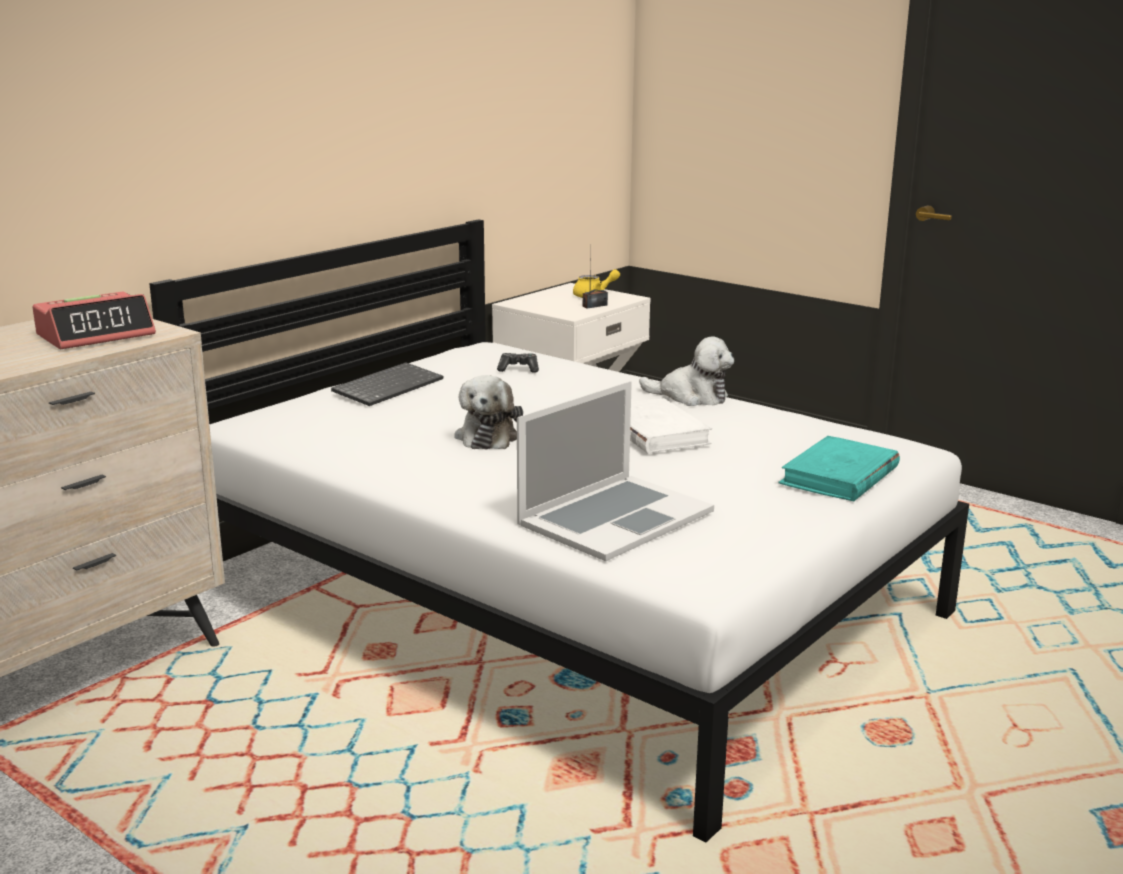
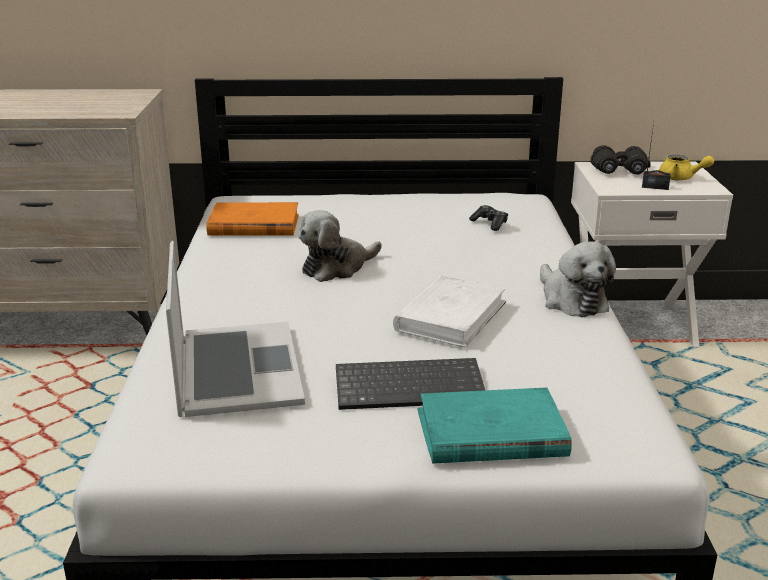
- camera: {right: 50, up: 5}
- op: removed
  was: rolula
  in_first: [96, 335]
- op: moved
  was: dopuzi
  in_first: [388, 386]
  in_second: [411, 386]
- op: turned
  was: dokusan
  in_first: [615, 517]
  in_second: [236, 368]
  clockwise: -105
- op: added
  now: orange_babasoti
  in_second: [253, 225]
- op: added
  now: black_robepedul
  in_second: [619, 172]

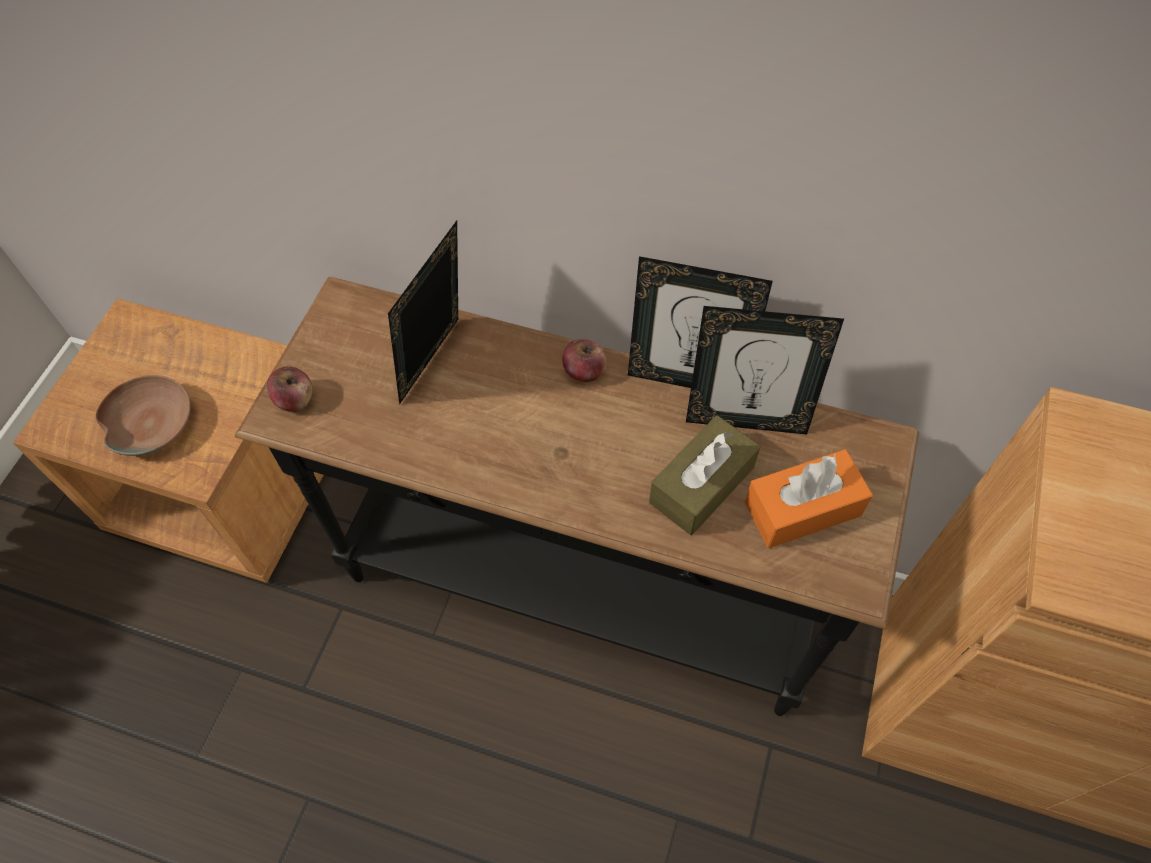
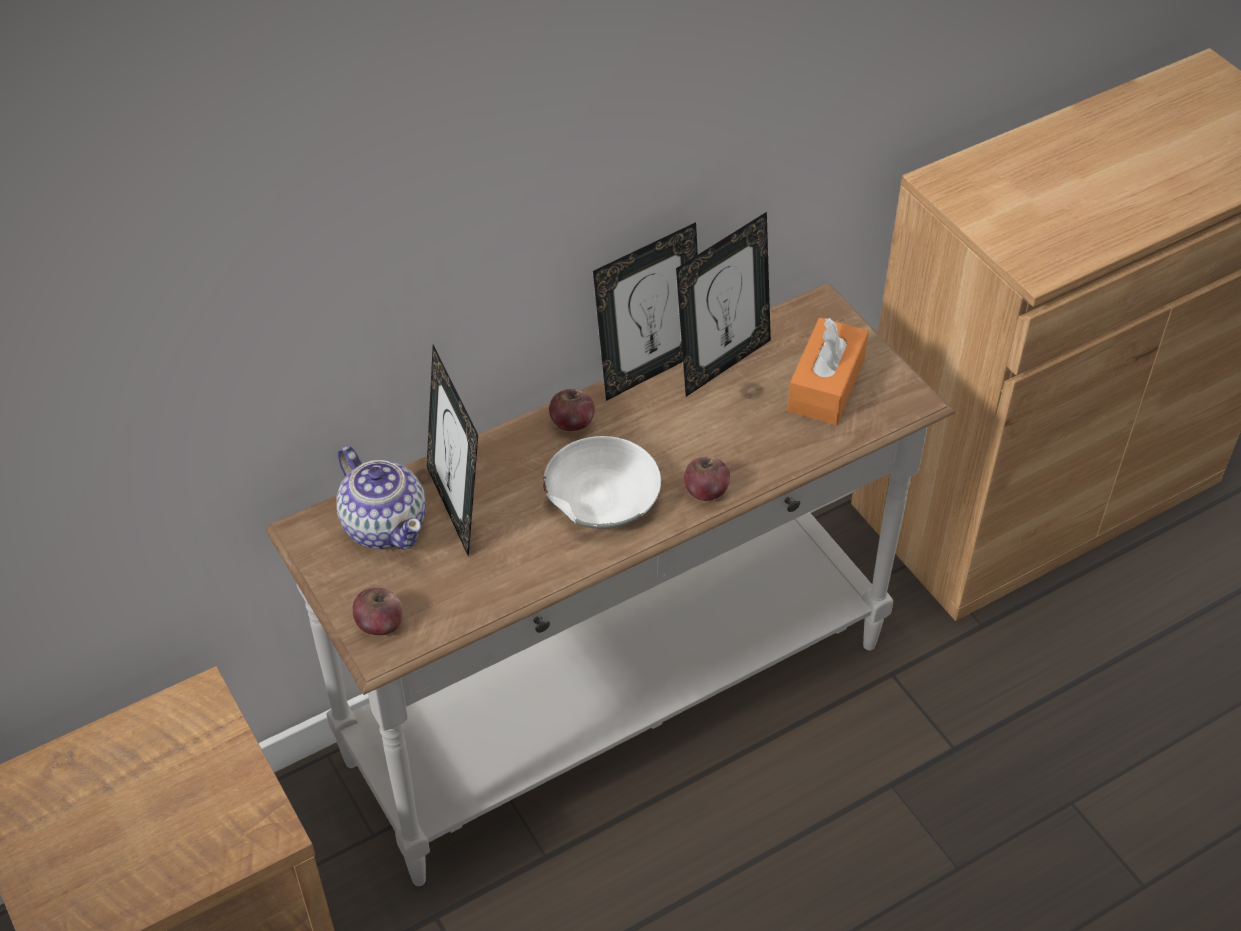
- camera: {right: -50, up: -10}
- op: removed
  was: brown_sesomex
  in_first: [151, 423]
- op: recoloured
  was: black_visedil
  now: white_visedil
  in_first: [578, 589]
  in_second: [620, 707]
- op: removed
  was: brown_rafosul
  in_first: [701, 485]
- op: added
  now: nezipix
  in_second: [385, 524]
- op: added
  now: white_sesomex
  in_second: [601, 495]
- op: added
  now: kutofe
  in_second: [706, 491]

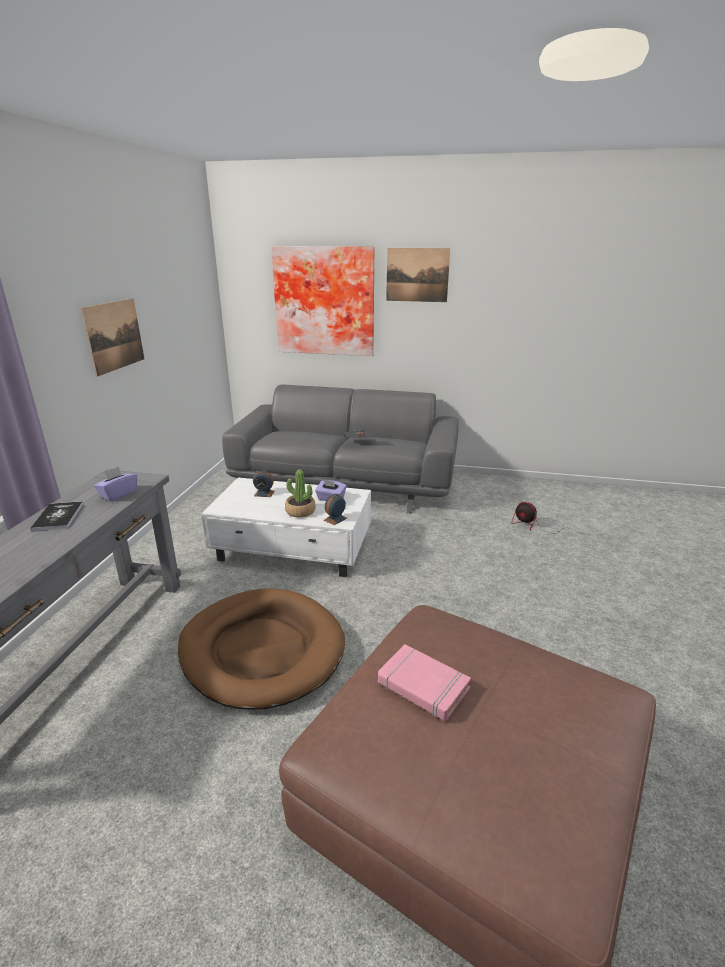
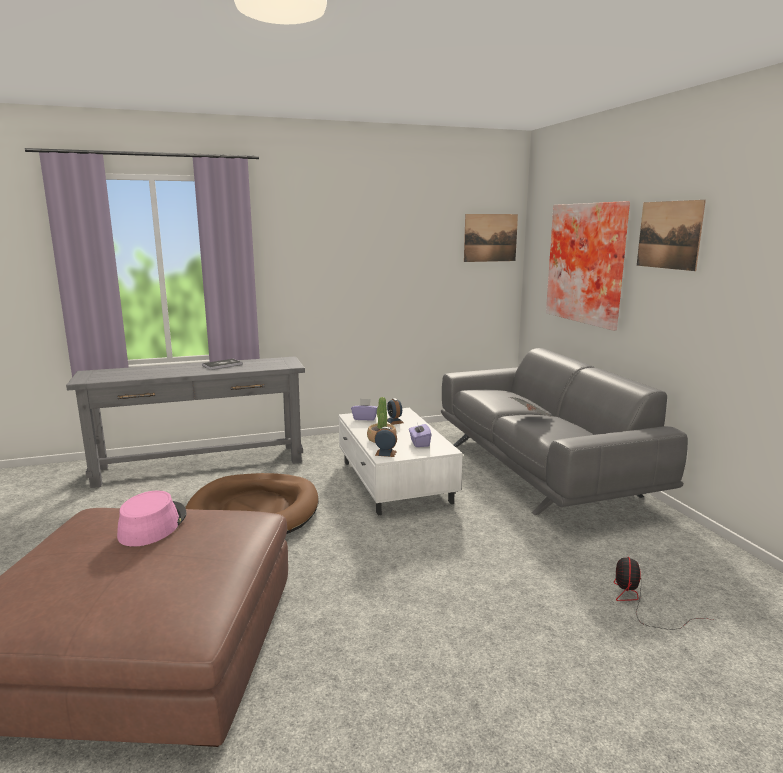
- camera: {right: 60, up: -10}
- op: moved
  was: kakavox
  in_first: [115, 335]
  in_second: [490, 238]
- op: moved
  was: purple_rafosul
  in_first: [118, 494]
  in_second: [365, 418]
- op: replaced
  was: pink_babasoti
  now: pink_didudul
  in_first: [422, 686]
  in_second: [152, 525]

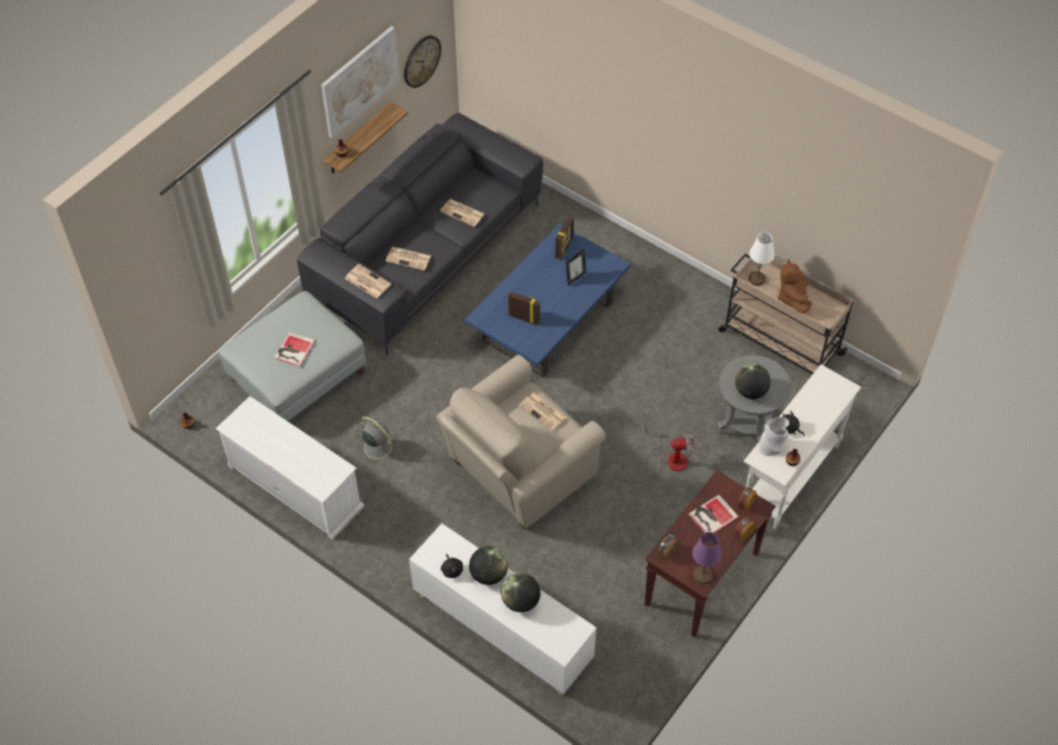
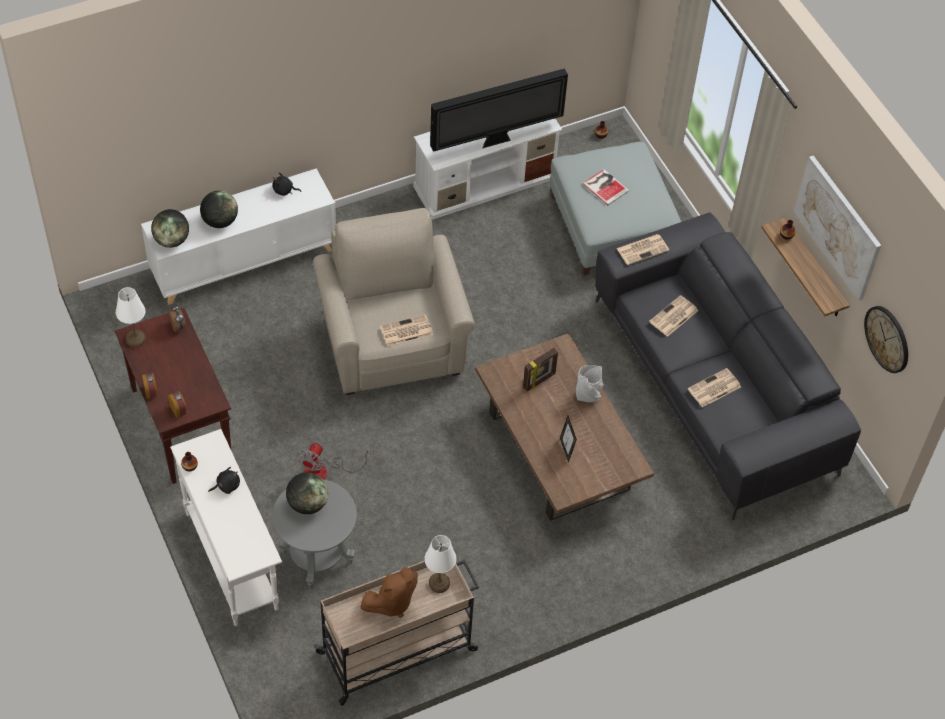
- camera: {right: 115, up: 0}
- op: removed
  was: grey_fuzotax
  in_first: [376, 447]
- op: recoloured
  was: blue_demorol
  now: brown_demorol
  in_first: [548, 320]
  in_second: [560, 451]
- op: moved
  was: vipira
  in_first: [489, 575]
  in_second: [171, 240]
- op: removed
  was: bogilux
  in_first: [564, 248]
- op: removed
  was: babasoti
  in_first: [711, 515]
- op: recoloured
  was: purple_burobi
  now: white_burobi
  in_first: [702, 575]
  in_second: [136, 339]
- op: moved
  was: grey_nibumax
  in_first: [772, 446]
  in_second: [588, 395]
- op: turned
  was: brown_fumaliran
  in_first: [793, 298]
  in_second: [391, 603]
  clockwise: 120
- op: added
  now: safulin
  in_second: [497, 140]

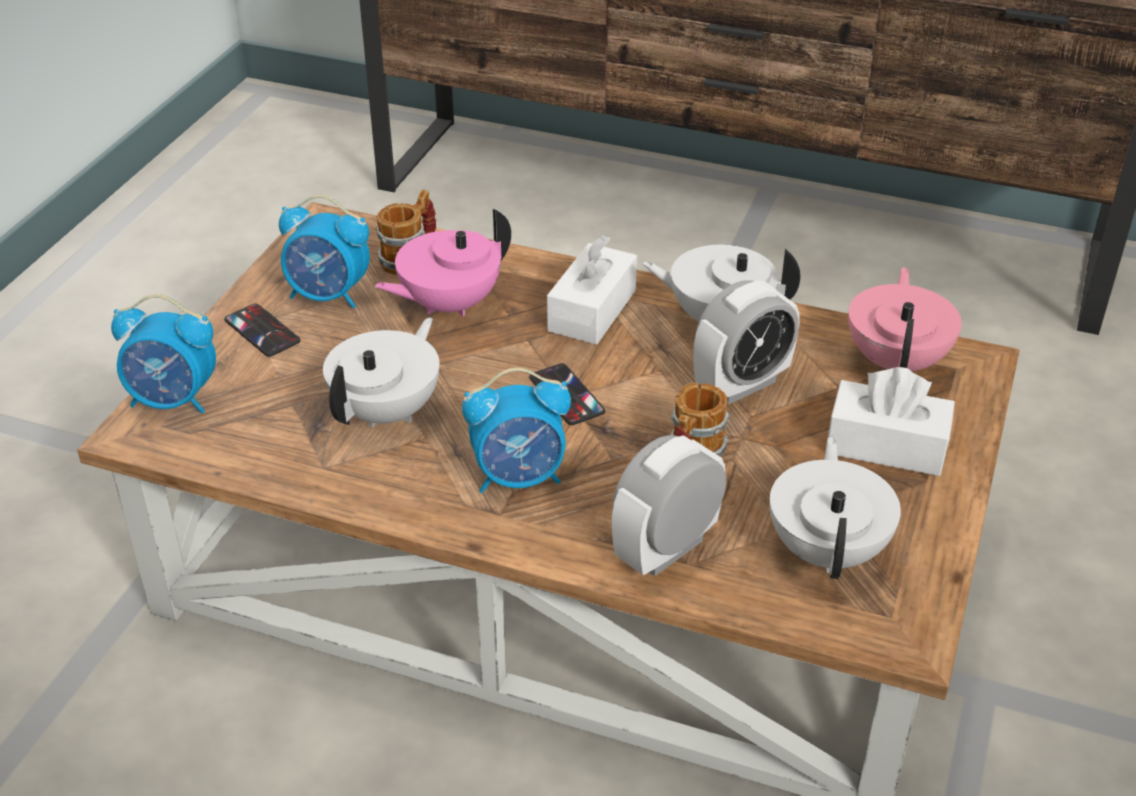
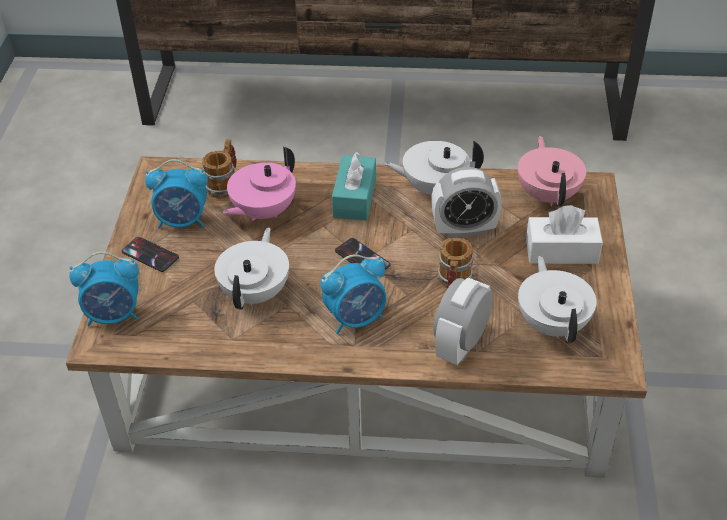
- camera: {right: -15, up: 5}
- op: recoloured
  was: white_rafosul
  now: turquoise_rafosul
  in_first: [592, 310]
  in_second: [354, 198]
- op: turned
  was: rolula
  in_first: [741, 385]
  in_second: [464, 229]
  clockwise: 45

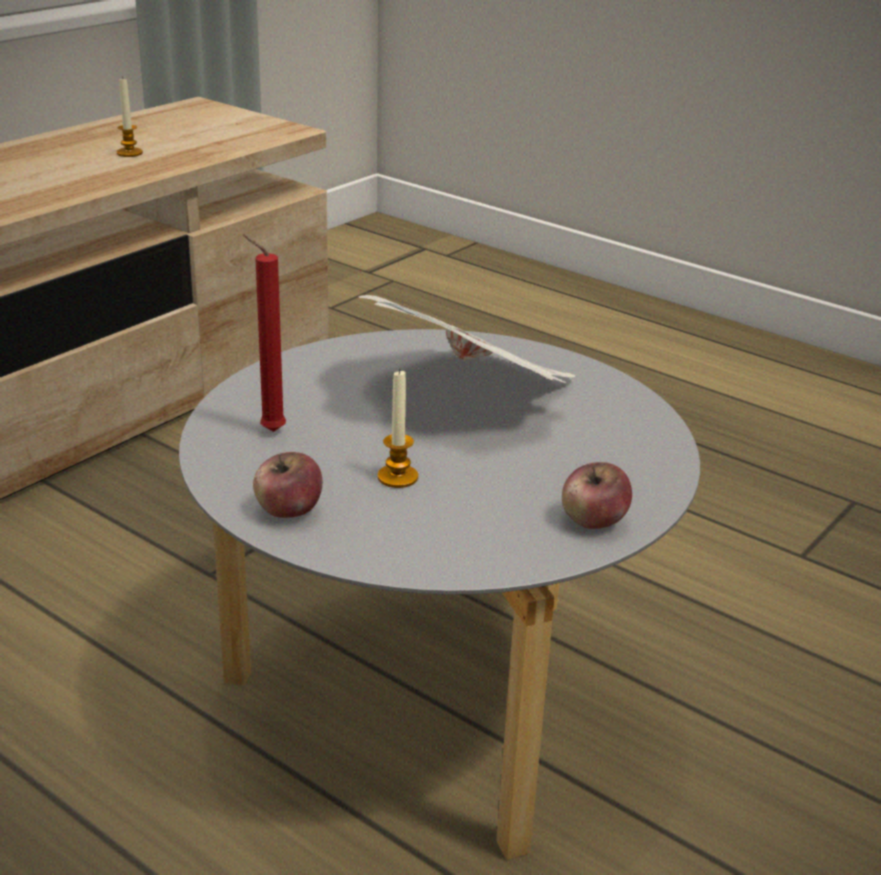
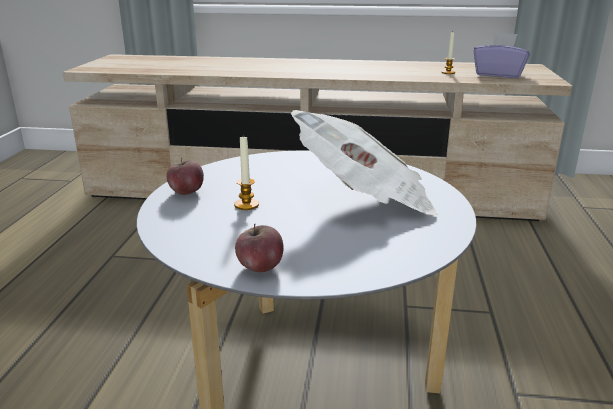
- camera: {right: 60, up: -5}
- op: removed
  was: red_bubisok
  in_first: [269, 431]
- op: added
  now: purple_rafosul
  in_second: [499, 74]

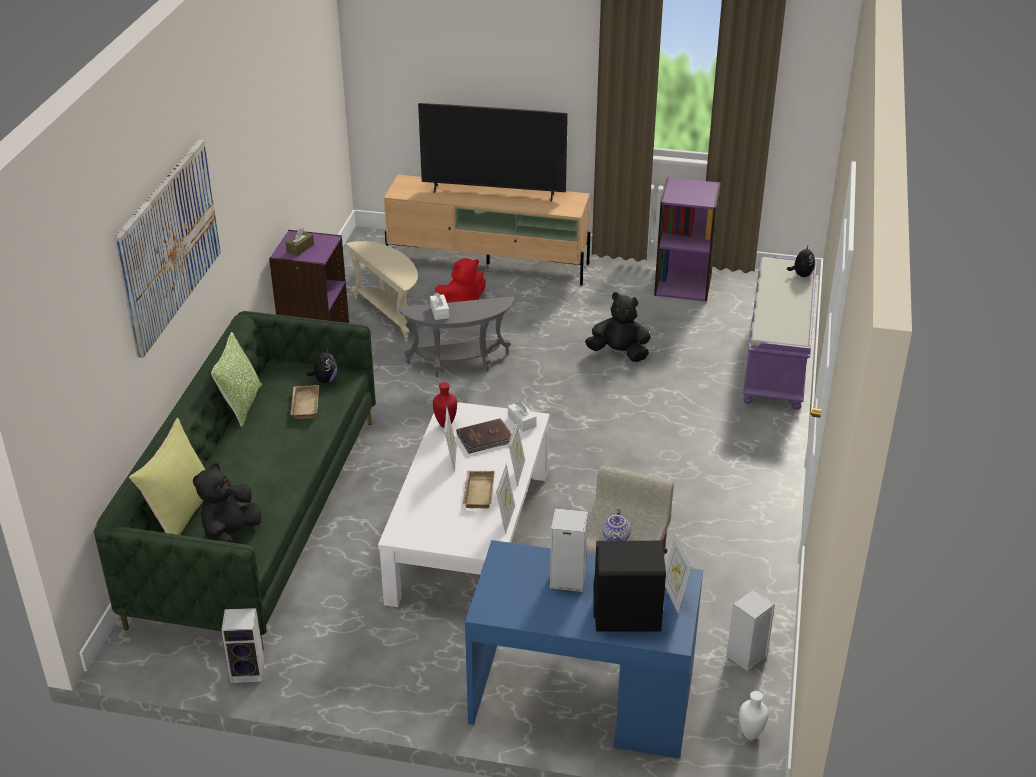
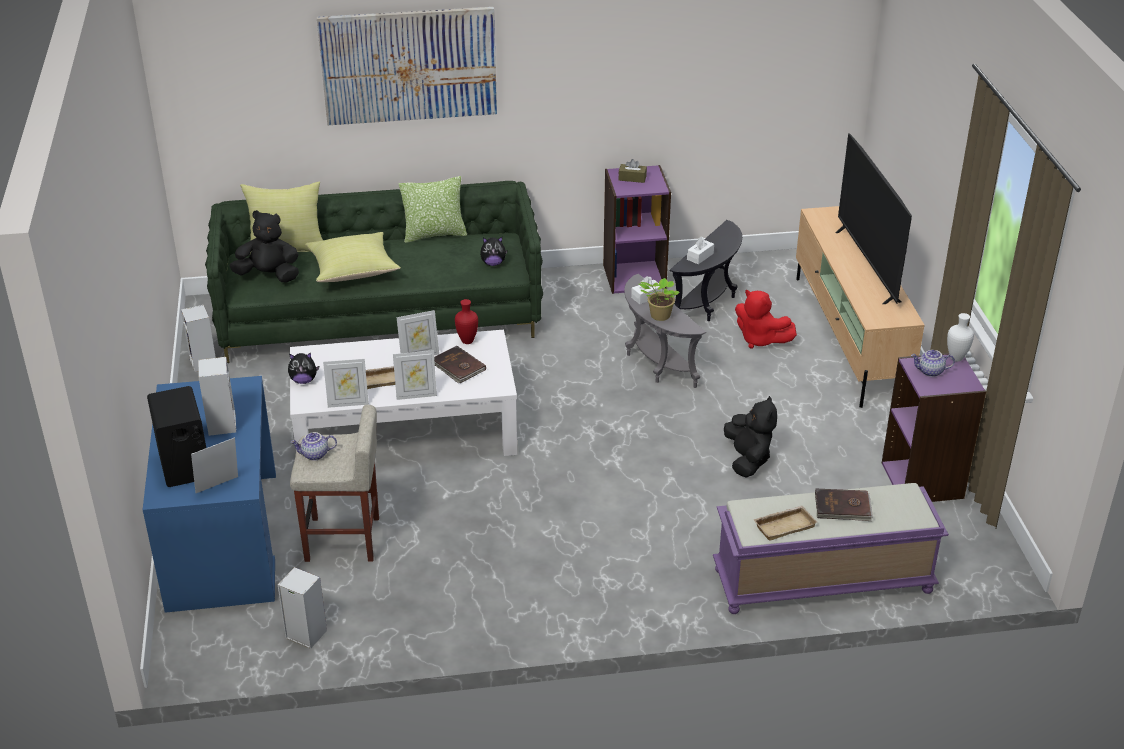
- camera: {right: 70, up: 0}
- op: moved
  was: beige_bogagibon
  in_first: [304, 404]
  in_second: [784, 525]
- op: recoloured
  was: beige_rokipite
  now: black_rokipite
  in_first: [390, 315]
  in_second: [708, 304]
- op: moved
  was: white_rafosul
  in_first: [521, 421]
  in_second: [700, 256]
- op: moved
  was: white_nibumax
  in_first: [751, 734]
  in_second: [957, 358]
- op: moved
  was: fumaliran
  in_first: [801, 275]
  in_second: [303, 380]
- op: added
  now: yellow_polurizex
  in_second: [353, 270]
- op: added
  now: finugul
  in_second: [659, 316]
- op: added
  now: brown_babasoti
  in_second: [843, 507]
- op: added
  now: nezipix
  in_second: [930, 372]

